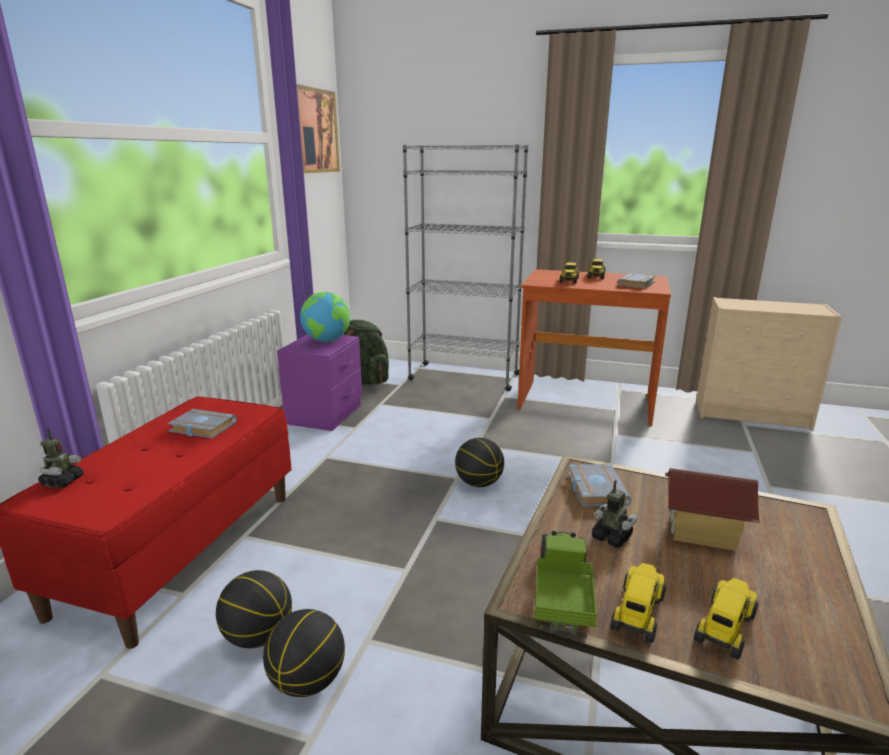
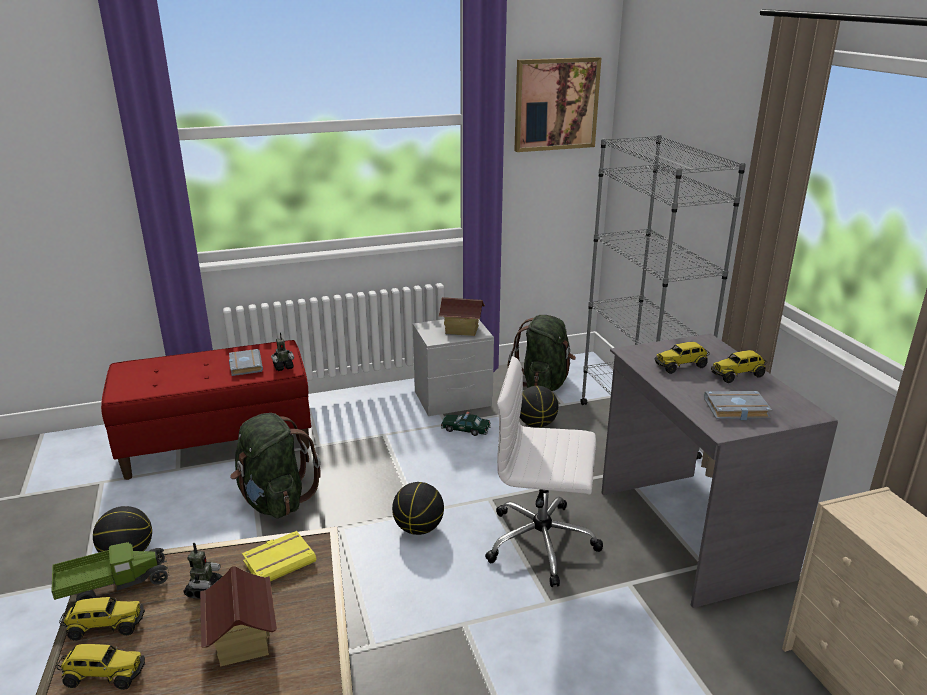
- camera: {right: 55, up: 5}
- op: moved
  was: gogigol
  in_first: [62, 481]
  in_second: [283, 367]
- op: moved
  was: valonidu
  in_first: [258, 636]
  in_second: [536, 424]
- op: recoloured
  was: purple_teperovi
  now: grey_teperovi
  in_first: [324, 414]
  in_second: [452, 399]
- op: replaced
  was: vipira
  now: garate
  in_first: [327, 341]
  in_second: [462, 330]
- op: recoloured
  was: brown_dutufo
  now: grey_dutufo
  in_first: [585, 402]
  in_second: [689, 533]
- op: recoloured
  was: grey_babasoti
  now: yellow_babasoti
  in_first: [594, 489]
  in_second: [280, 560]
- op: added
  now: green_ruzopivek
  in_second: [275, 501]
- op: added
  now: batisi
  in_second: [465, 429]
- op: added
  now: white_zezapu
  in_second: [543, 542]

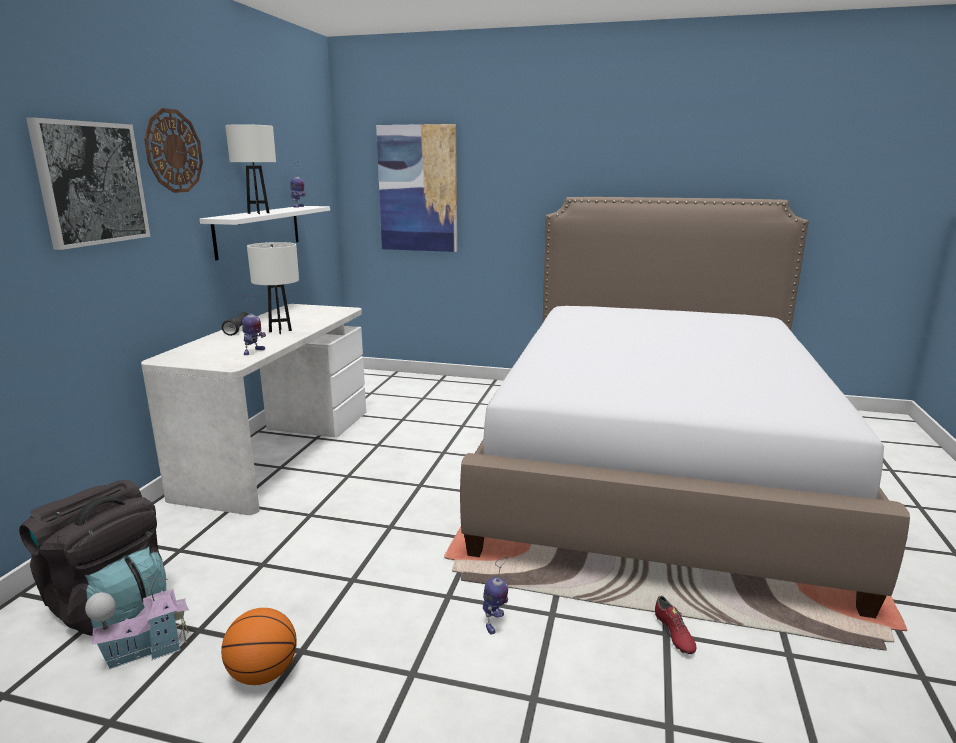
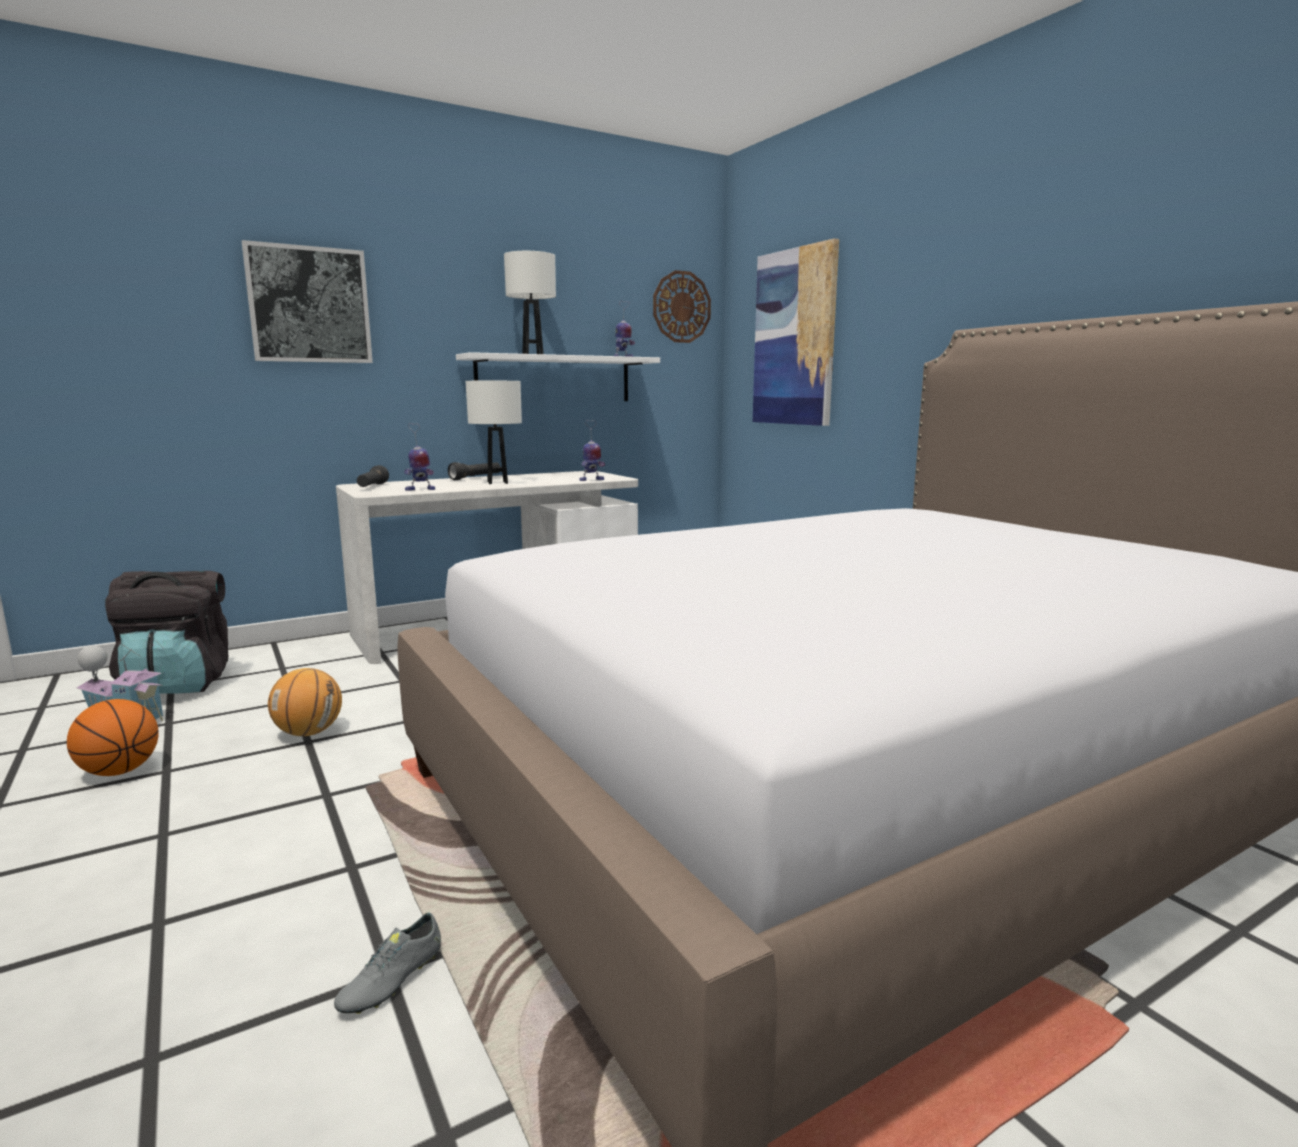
- camera: {right: 45, up: -5}
- op: moved
  was: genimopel
  in_first: [173, 151]
  in_second: [681, 307]
- op: moved
  was: gogigol
  in_first: [494, 622]
  in_second: [591, 480]
- op: recoloured
  was: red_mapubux
  now: grey_mapubux
  in_first: [674, 634]
  in_second: [391, 981]
- op: added
  now: valonidu
  in_second: [309, 733]
- op: added
  now: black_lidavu
  in_second: [372, 487]

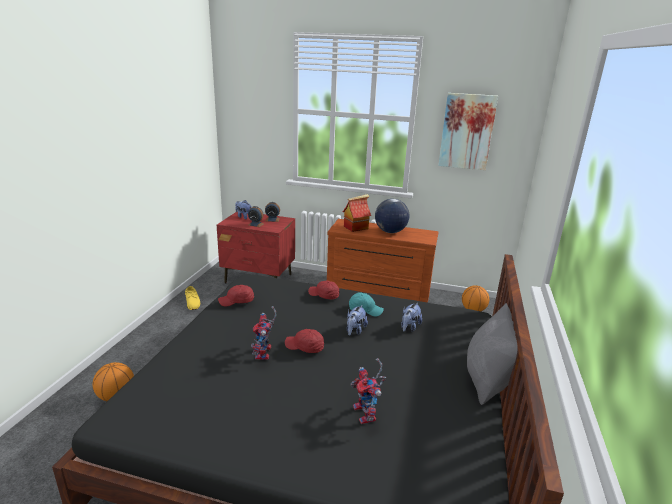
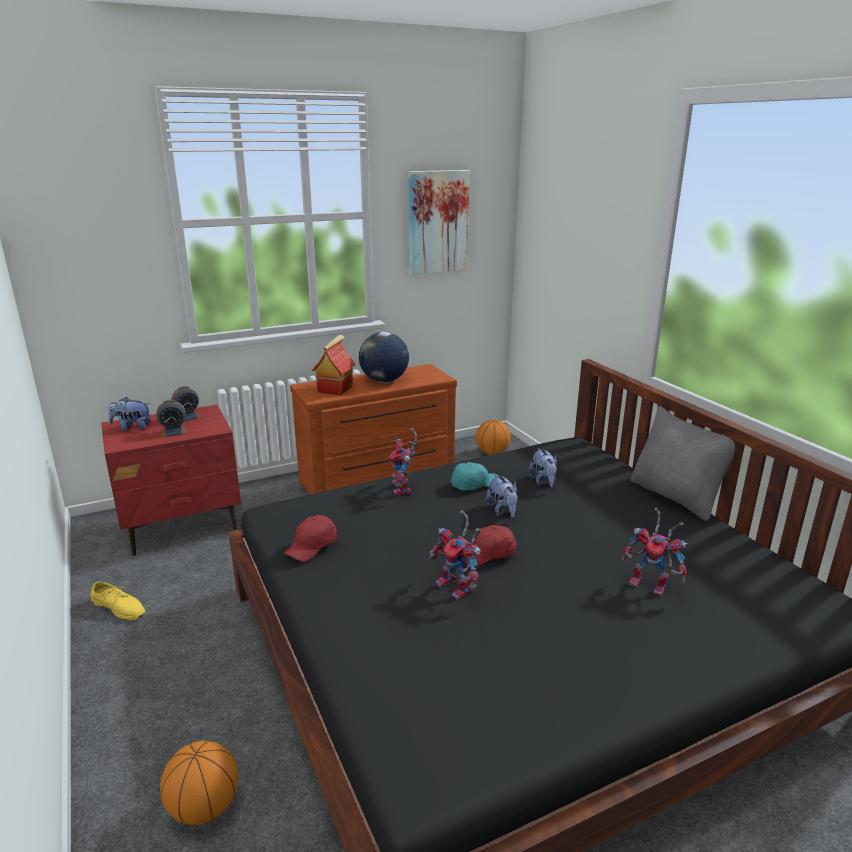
- camera: {right: -40, up: 0}
- op: replaced
  was: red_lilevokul
  now: gogigol
  in_first: [324, 295]
  in_second: [404, 489]

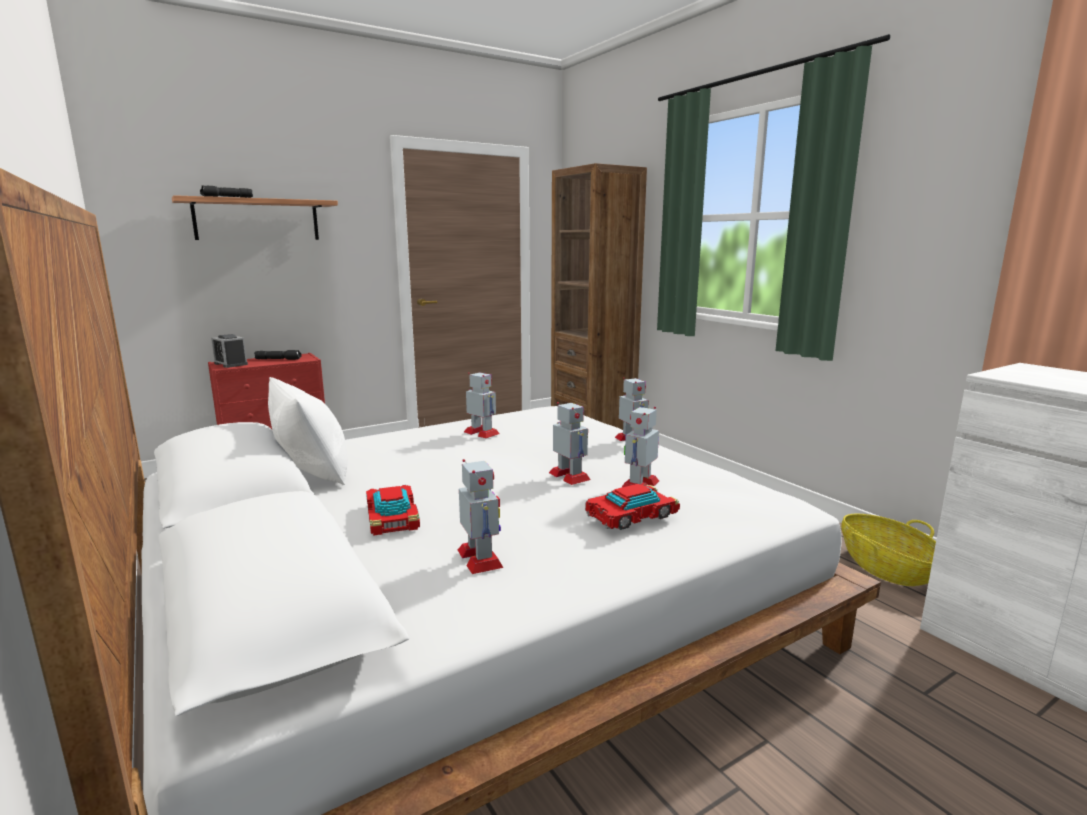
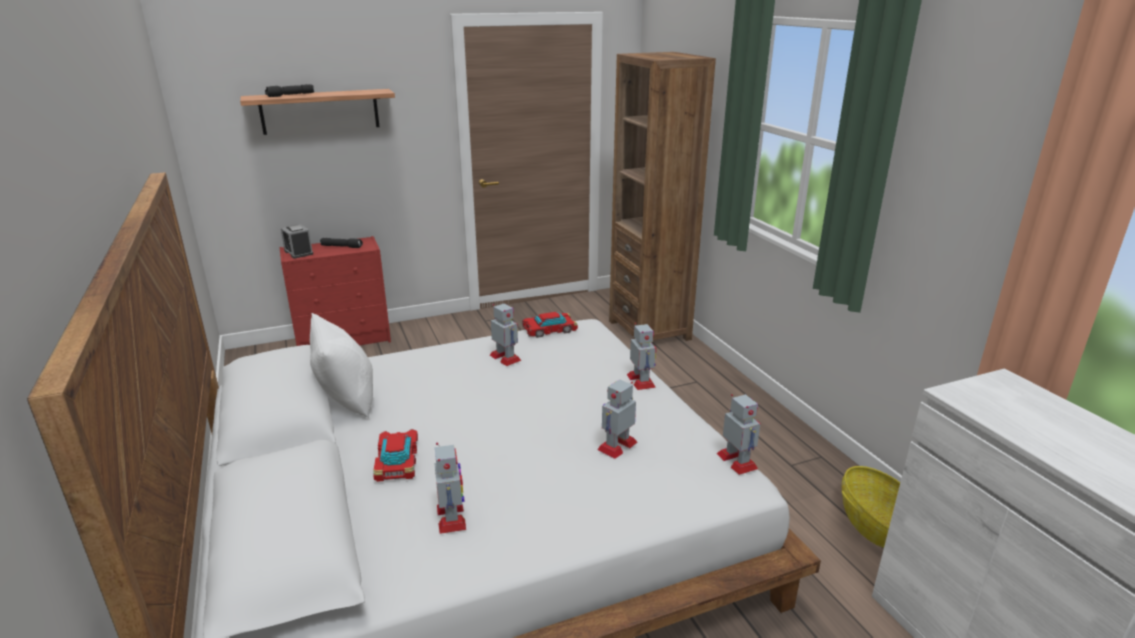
- camera: {right: 10, up: 10}
- op: moved
  was: gogigol
  in_first: [570, 476]
  in_second: [737, 461]
- op: moved
  was: batisi
  in_first: [631, 514]
  in_second: [549, 329]

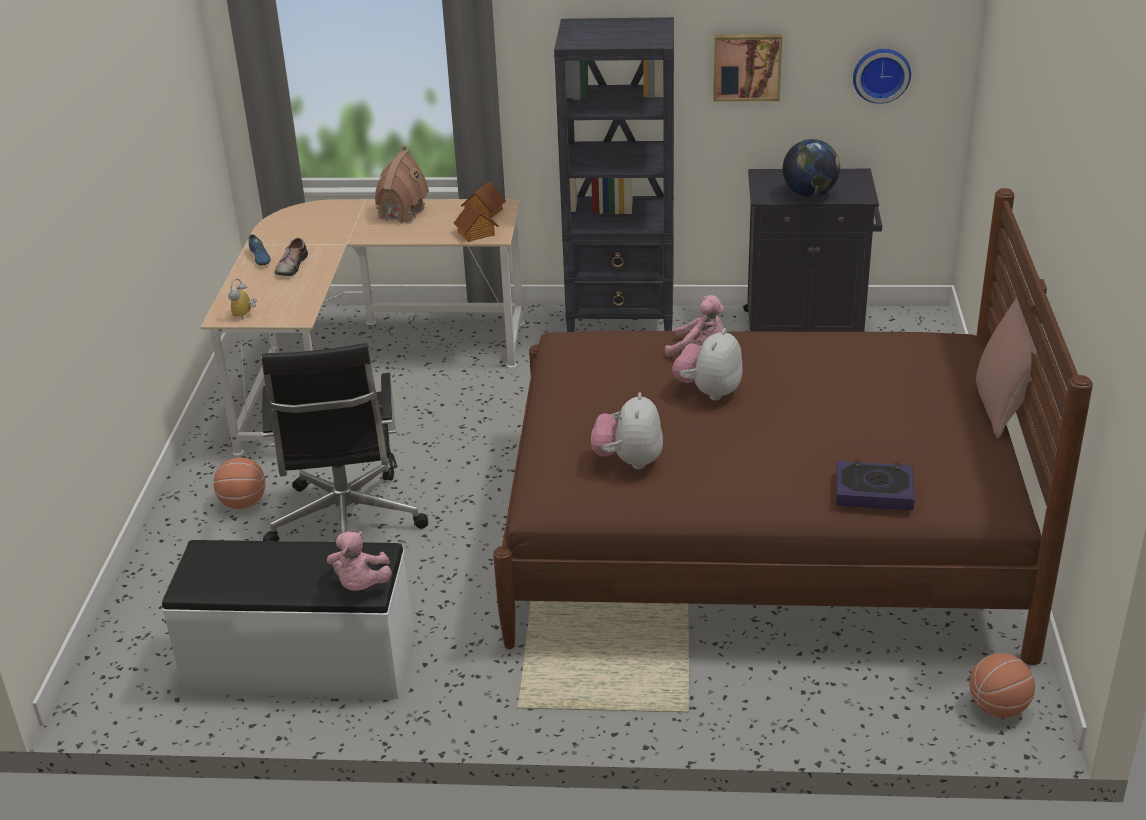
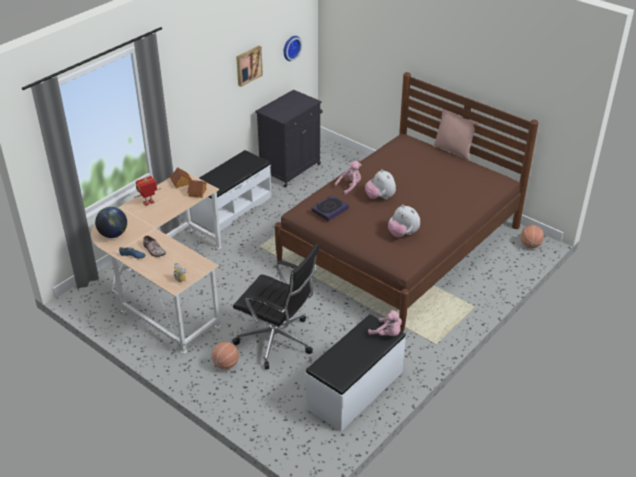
- camera: {right: -55, up: 5}
- op: replaced
  was: garate
  now: gogigol
  in_first: [401, 213]
  in_second: [149, 203]
- op: replaced
  was: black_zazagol
  now: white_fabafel
  in_first: [622, 329]
  in_second: [231, 208]
- op: moved
  was: vipira
  in_first: [809, 194]
  in_second: [113, 234]
- op: moved
  was: babasoti
  in_first: [874, 491]
  in_second: [329, 210]

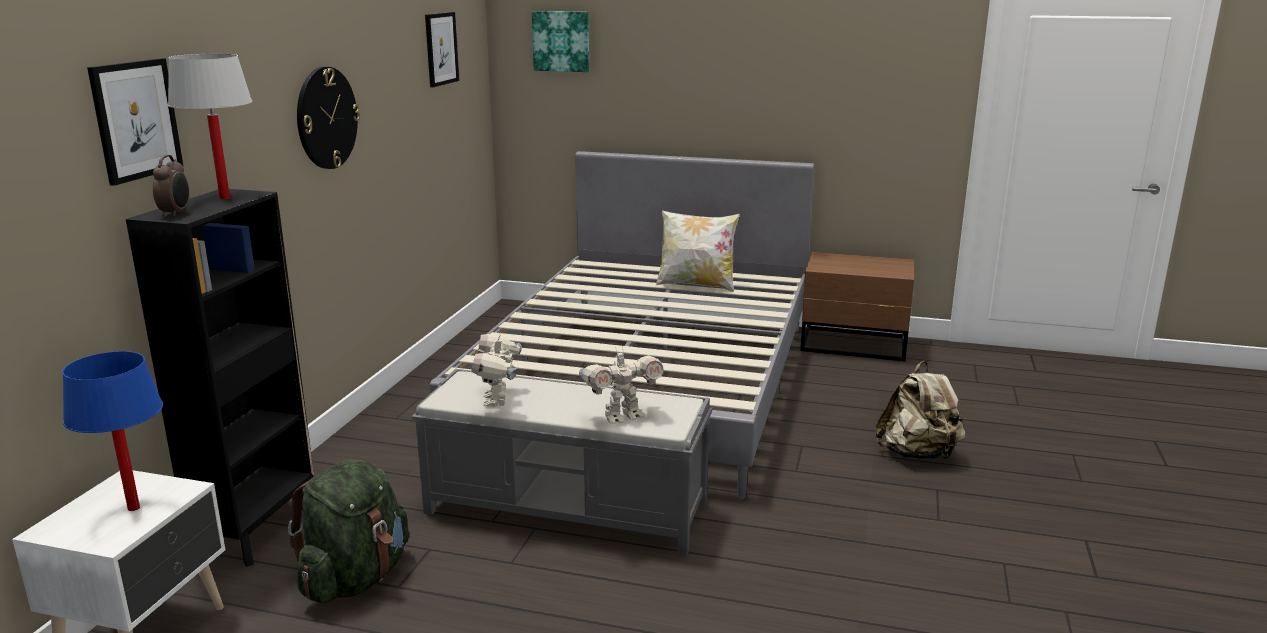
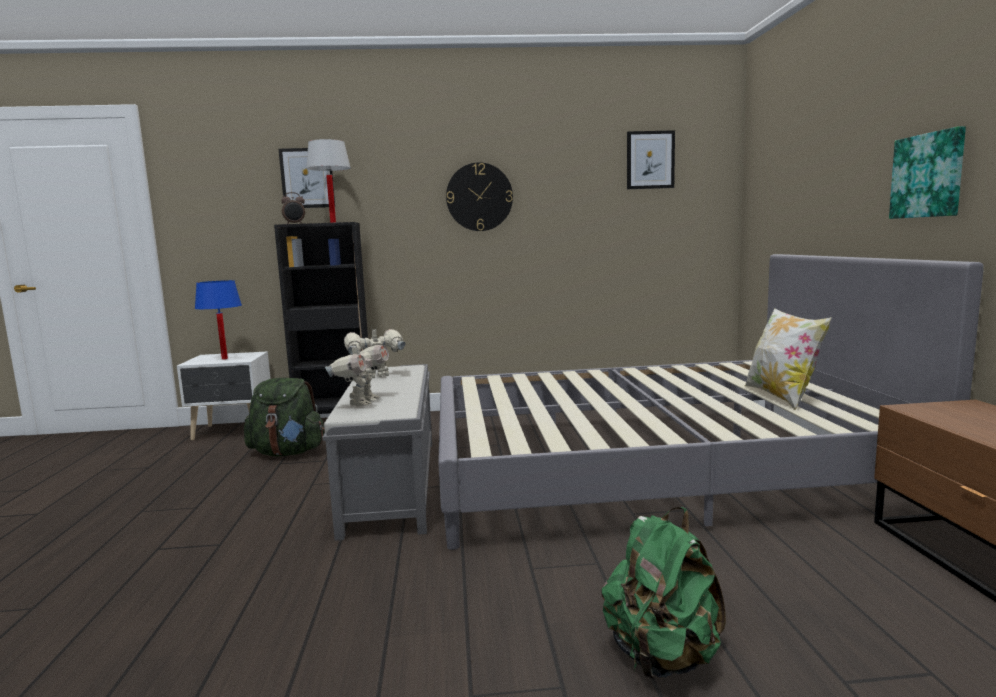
- camera: {right: 70, up: -10}
- op: moved
  was: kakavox
  in_first: [561, 41]
  in_second: [928, 175]
- op: turned
  was: gogigol
  in_first: [622, 416]
  in_second: [362, 403]
  clockwise: -120
- op: recoloured
  was: beige_ruzopivek
  now: green_ruzopivek
  in_first: [917, 454]
  in_second: [662, 657]

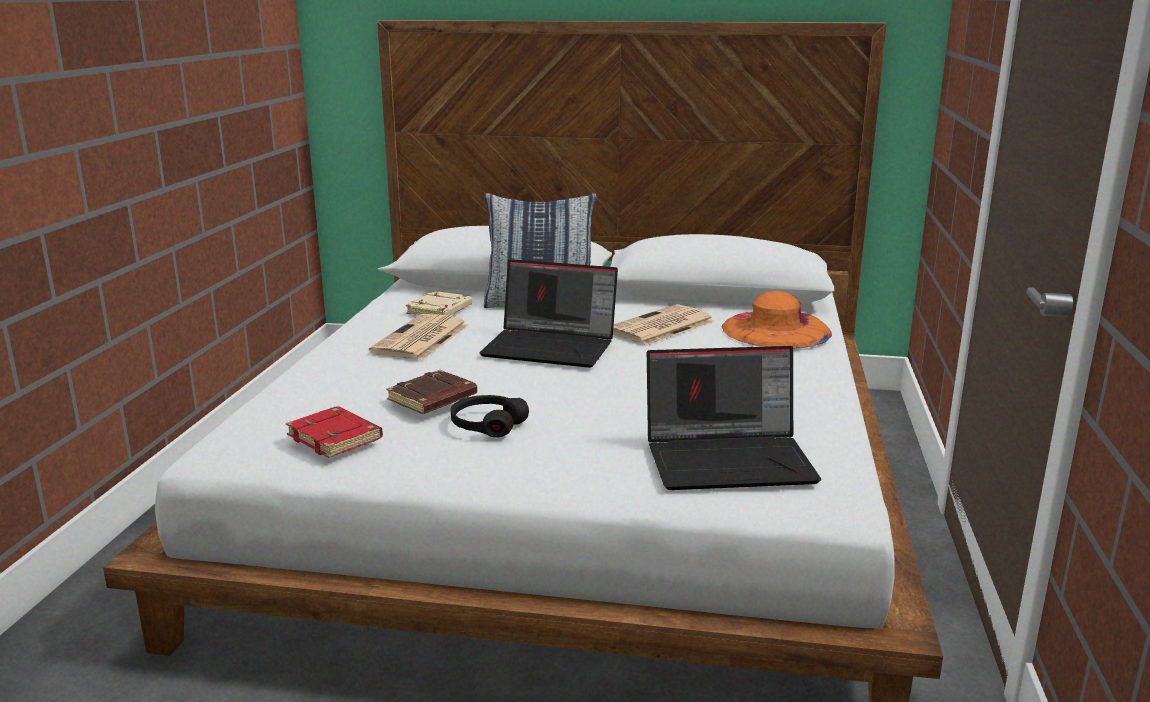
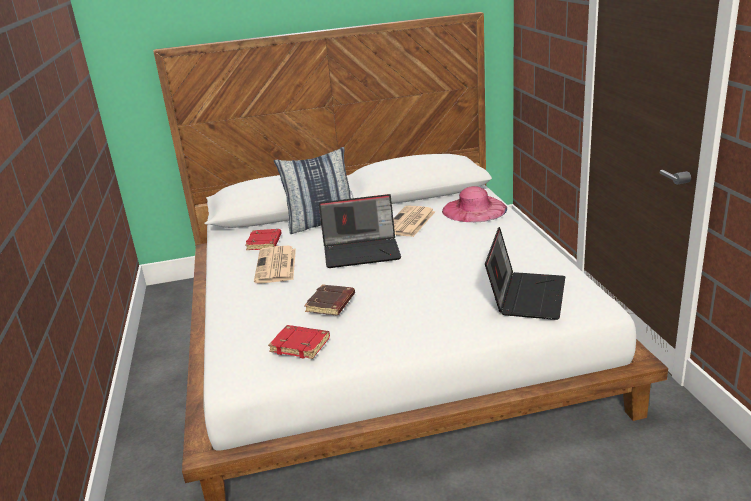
- camera: {right: -20, up: 5}
- op: recoloured
  was: beige_babasoti
  now: red_babasoti
  in_first: [440, 311]
  in_second: [264, 243]
- op: removed
  was: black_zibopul
  in_first: [487, 425]
- op: turned
  was: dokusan
  in_first: [730, 459]
  in_second: [525, 295]
  clockwise: -45
- op: recoloured
  was: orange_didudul
  now: pink_didudul
  in_first: [776, 330]
  in_second: [474, 209]

